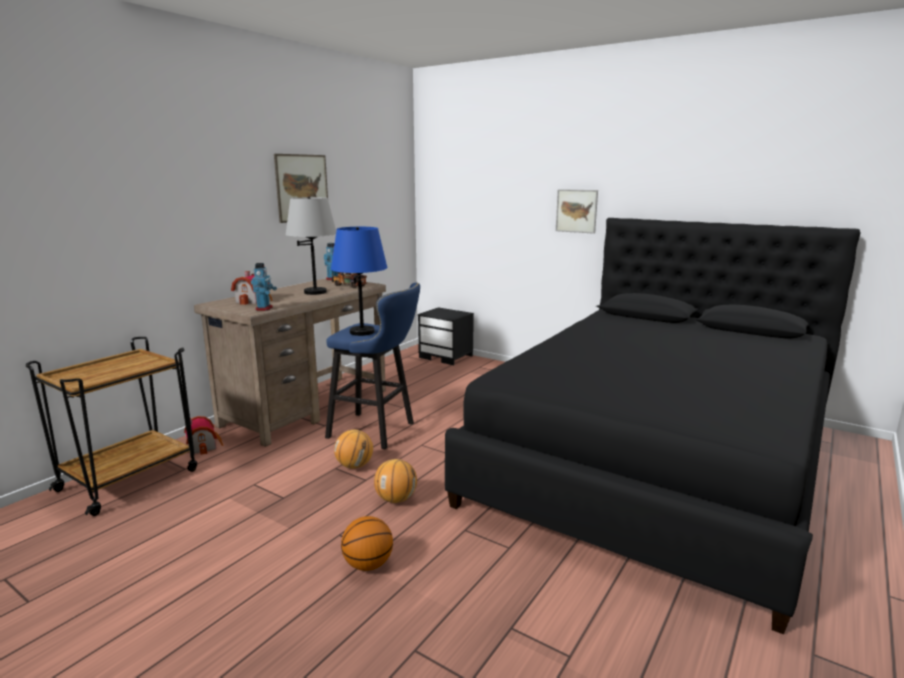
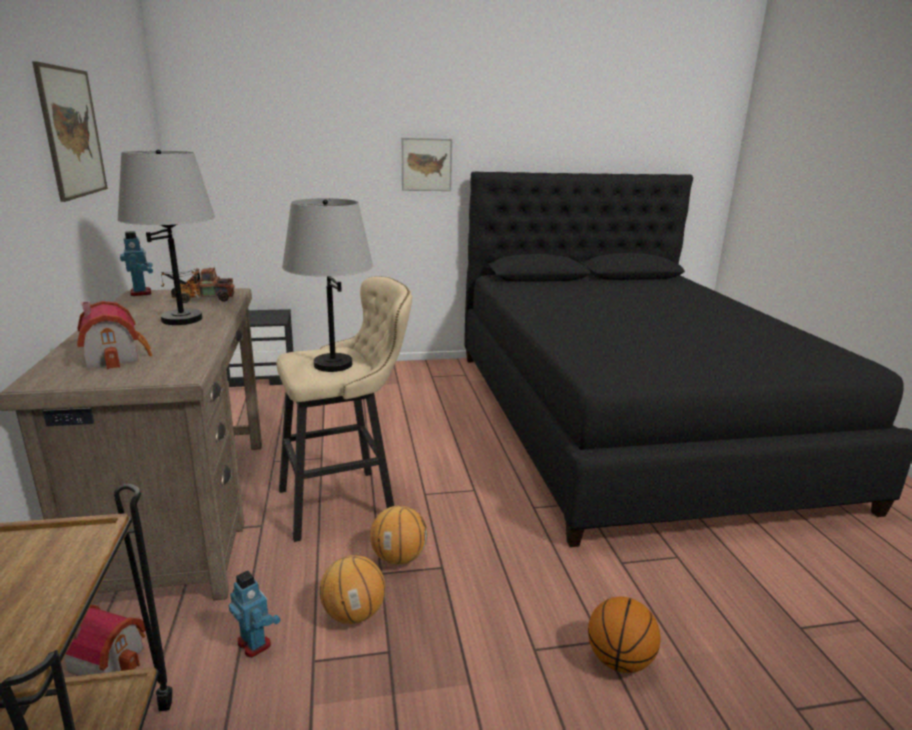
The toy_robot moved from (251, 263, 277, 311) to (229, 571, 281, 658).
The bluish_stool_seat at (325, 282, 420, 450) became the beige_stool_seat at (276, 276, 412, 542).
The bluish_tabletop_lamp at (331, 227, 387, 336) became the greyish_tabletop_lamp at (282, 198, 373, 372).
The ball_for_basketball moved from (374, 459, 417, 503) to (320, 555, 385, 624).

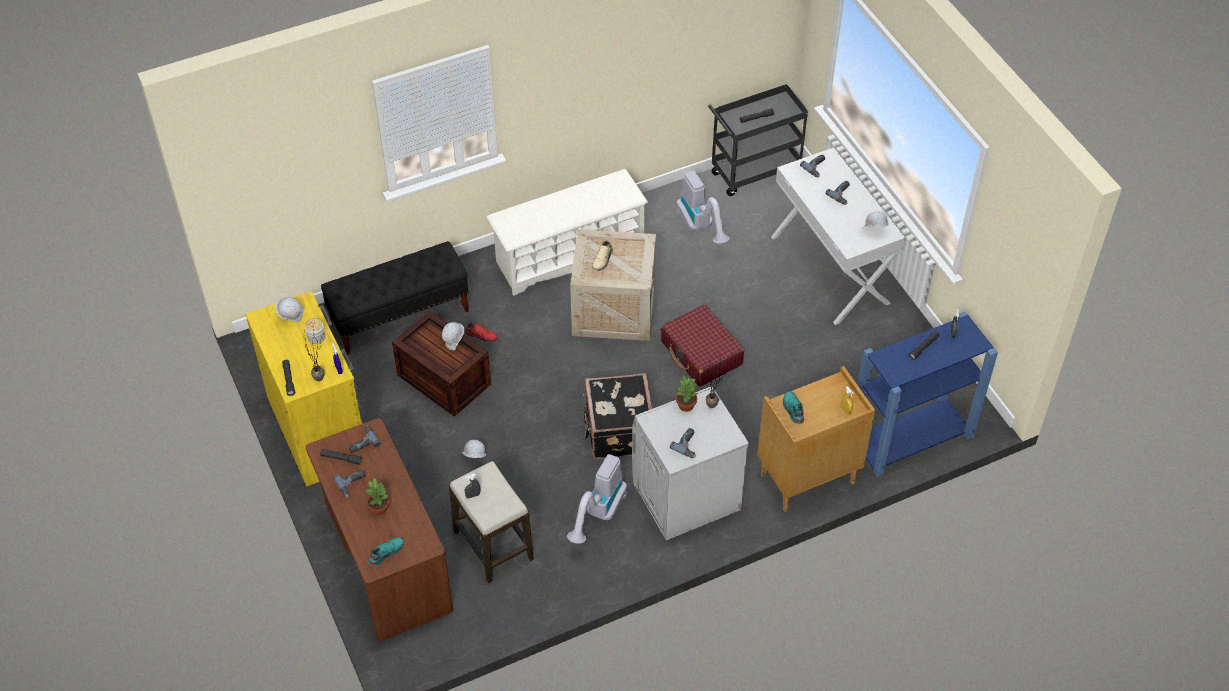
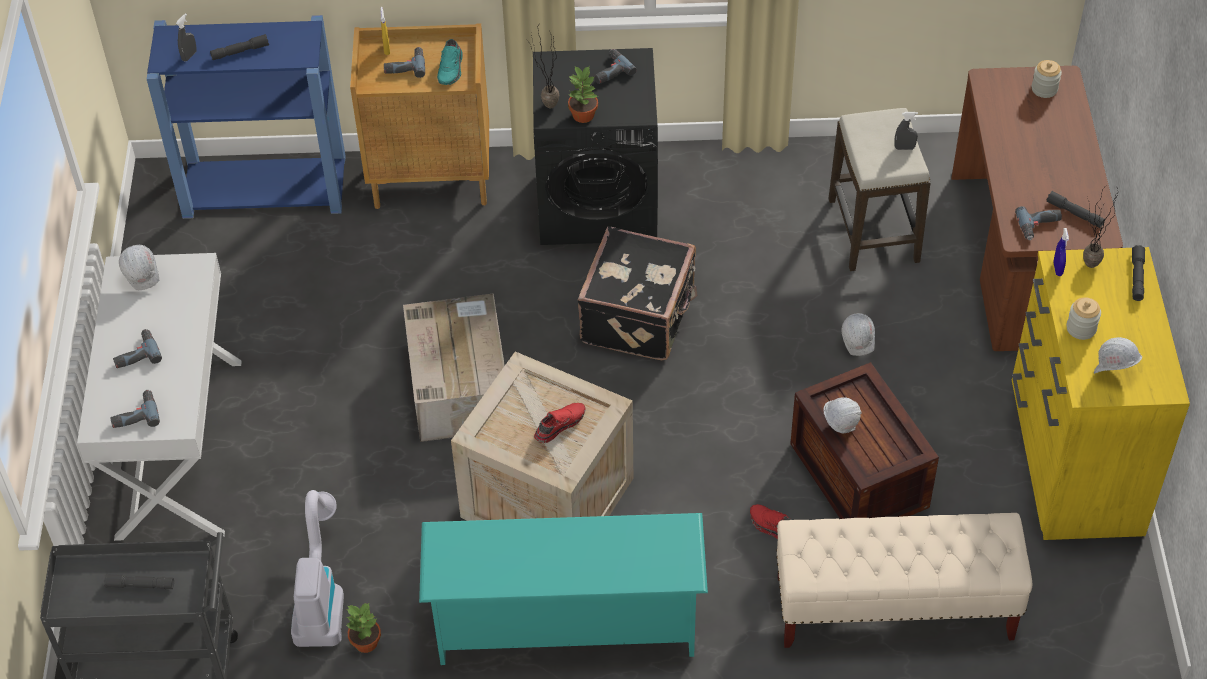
The potted_plant moved from (366, 477, 389, 515) to (346, 602, 381, 653).
The drill moved from (334, 470, 366, 498) to (384, 47, 425, 78).
The reddish_suitcase at (661, 305, 744, 387) was replaced by the cardboard_box at (403, 293, 505, 442).
The whitish_shoe_shelf at (487, 169, 648, 296) became the turquoise_shoe_shelf at (419, 513, 708, 665).
The whitish_laundry_machine at (632, 386, 749, 540) became the black_laundry_machine at (533, 48, 658, 245).
The beige_shoe at (592, 241, 613, 271) became the reddish_shoe at (534, 403, 585, 443).
The black_long_seat at (321, 241, 469, 355) became the beige_long_seat at (776, 513, 1032, 648).
The turquoise_shoe at (368, 537, 404, 566) was replaced by the preserve_jar at (1032, 60, 1062, 98).
The hoover at (567, 454, 627, 544) disappeared.

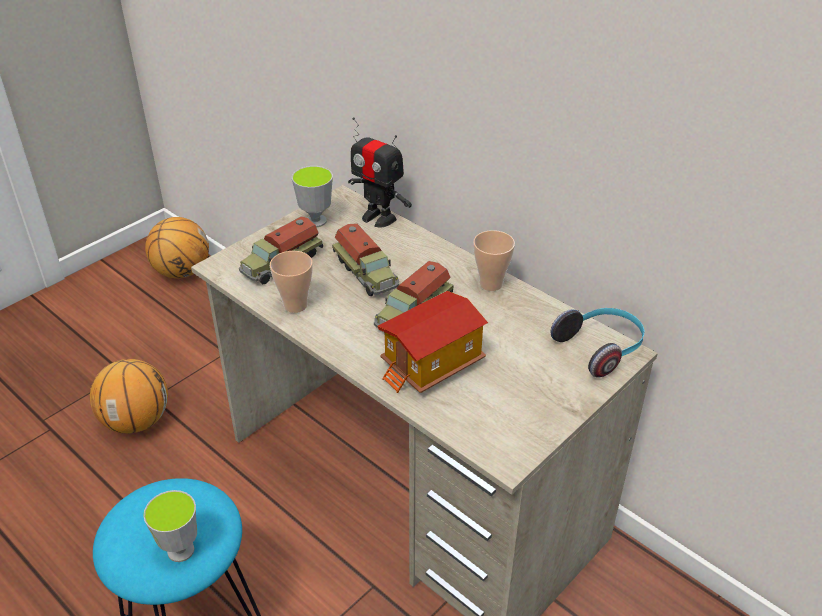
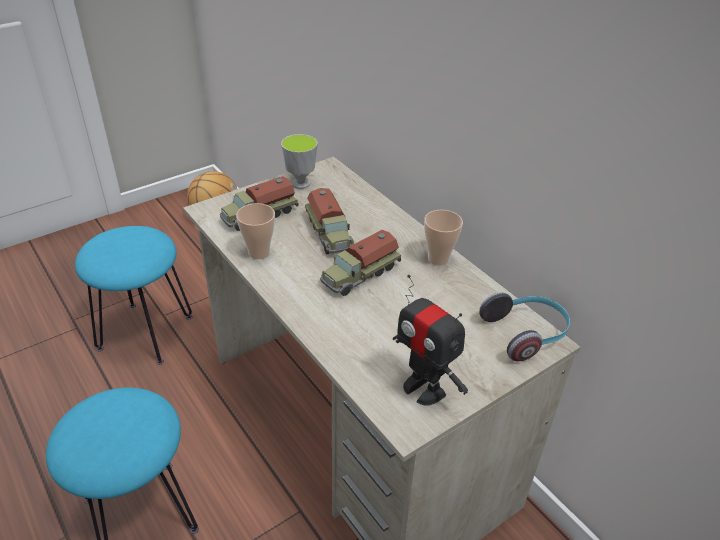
The ball_for_basketball at (90, 359, 168, 434) was replaced by the turquoise_stool_seat at (75, 226, 193, 365).
The toy_robot moved from (348, 117, 412, 228) to (393, 275, 468, 406).
The small_cup at (143, 490, 197, 562) disappeared.
The toy_house at (377, 291, 488, 393) disappeared.

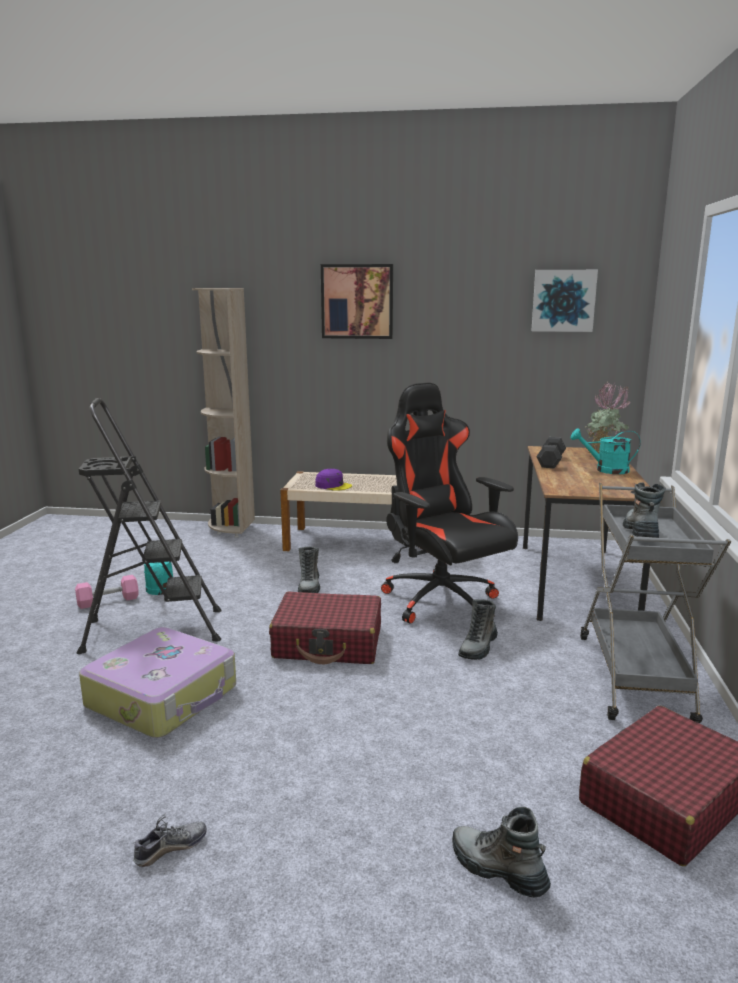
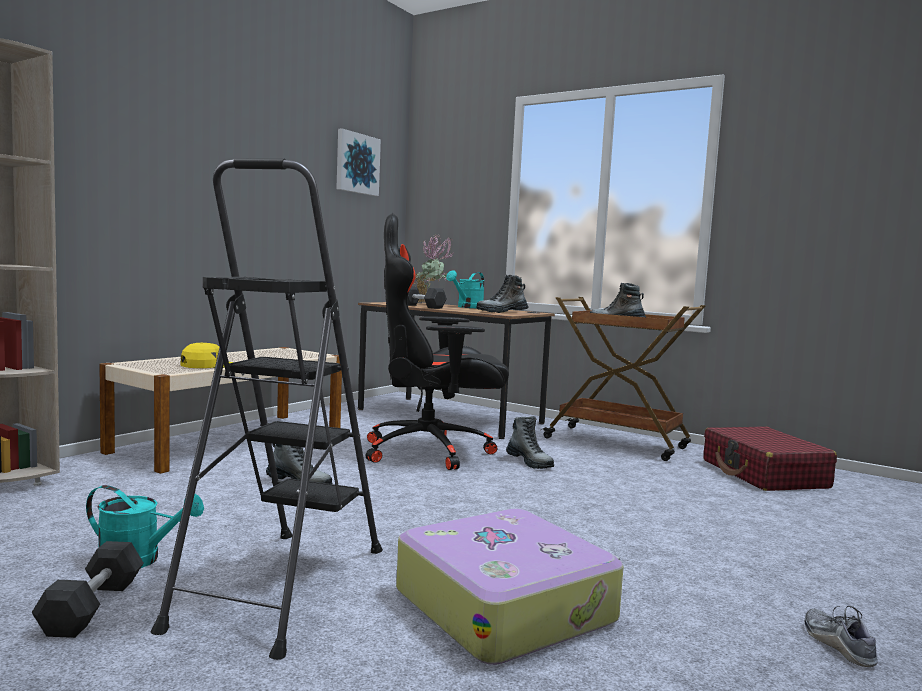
The pink_free_weight at (75, 575, 138, 609) became the greyish_free_weight at (31, 541, 143, 638).
The purplish_peaked_cap at (315, 469, 352, 491) became the yellow_peaked_cap at (181, 342, 234, 368).
The high-top_boot moved from (452, 807, 551, 898) to (476, 275, 529, 313).
The greyish_wheeled_cart at (580, 483, 732, 723) became the brown_wheeled_cart at (541, 297, 706, 461).
The reddish_suitcase at (269, 591, 381, 664) disappeared.
The picture at (321, 264, 393, 339) disappeared.

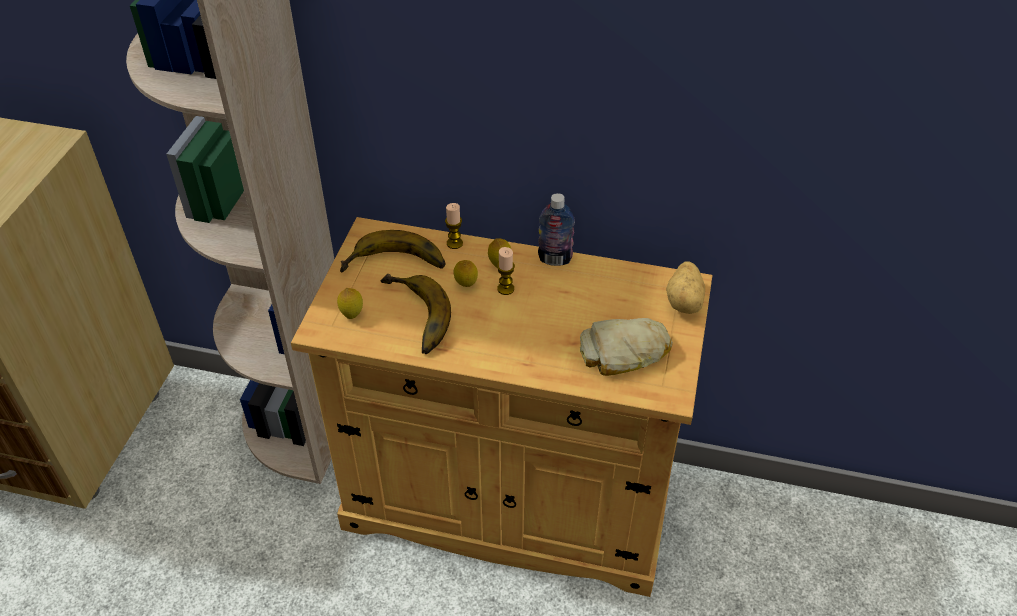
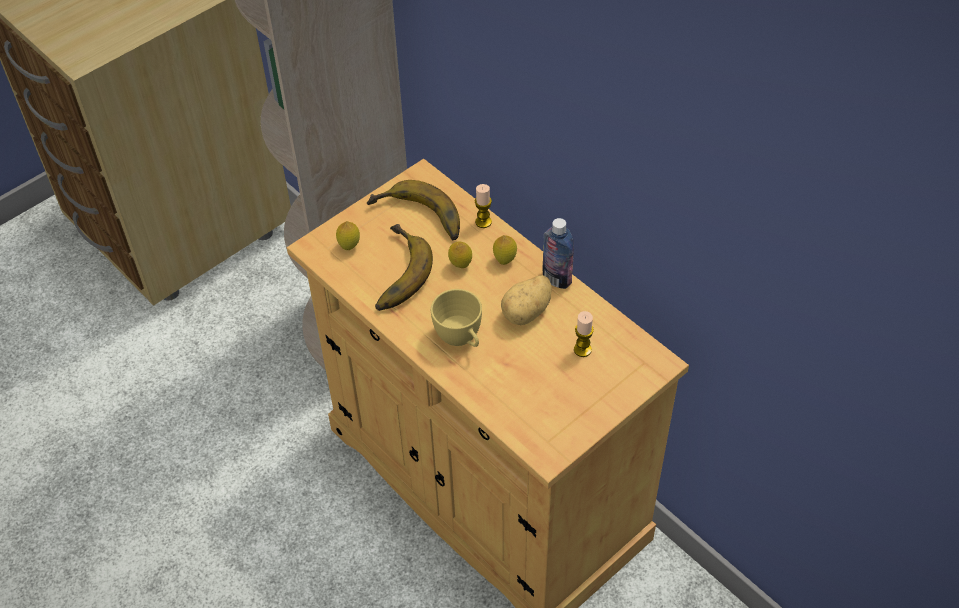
The yellow_small_cup at (431, 289, 482, 347) appeared.
The whole_potato moved from (666, 261, 705, 314) to (501, 275, 552, 325).
The wax_candle moved from (497, 247, 515, 295) to (574, 311, 594, 357).
The bread at (580, 318, 673, 376) disappeared.

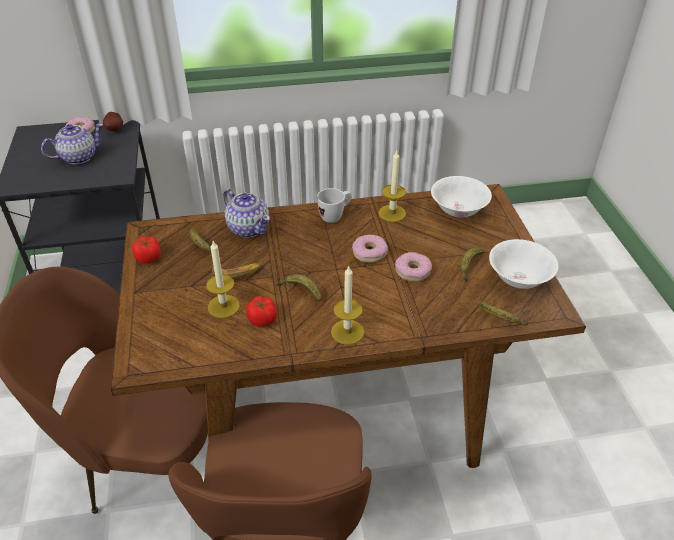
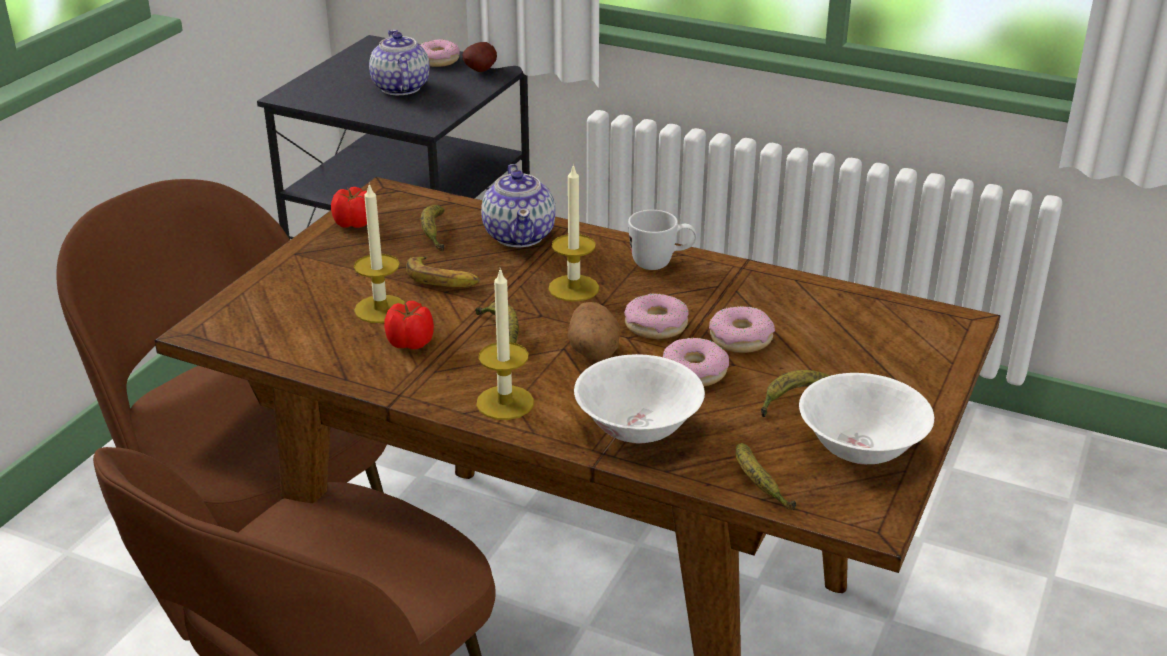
The pot_for_tea at (41, 123, 103, 164) turned 105 degrees counterclockwise.
The wax_candle moved from (379, 151, 406, 222) to (548, 164, 599, 302).
The whole_potato at (568, 302, 620, 361) appeared.
The whitish_deep_dish moved from (431, 176, 492, 217) to (574, 354, 705, 444).
The ring_doughnut at (709, 306, 775, 353) appeared.

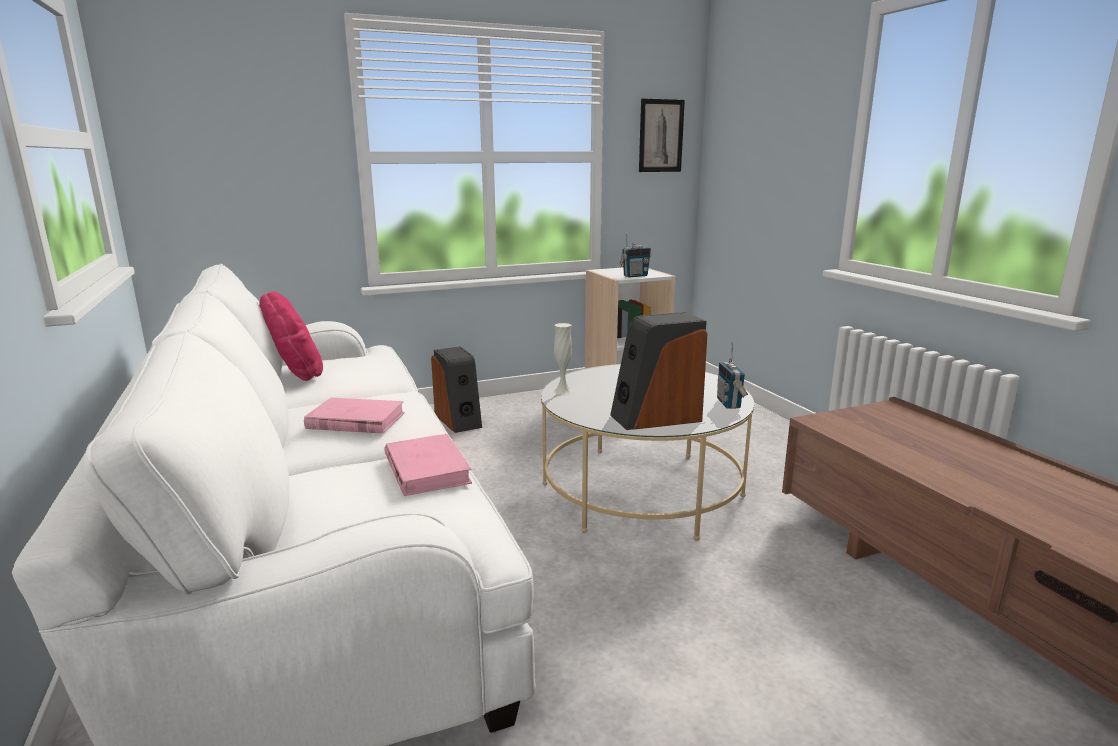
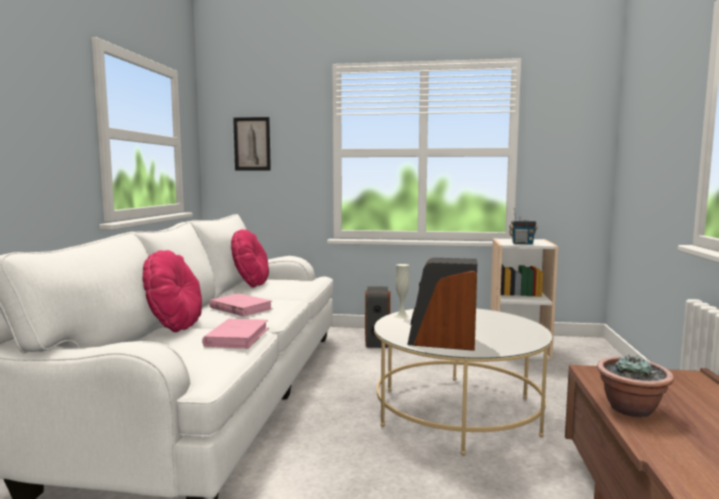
The pink_throw_pillow at (143, 250, 202, 332) appeared.
The picture moved from (639, 98, 685, 172) to (233, 117, 271, 171).
The potted_plant at (597, 354, 674, 417) appeared.
The radio at (717, 342, 748, 409) disappeared.

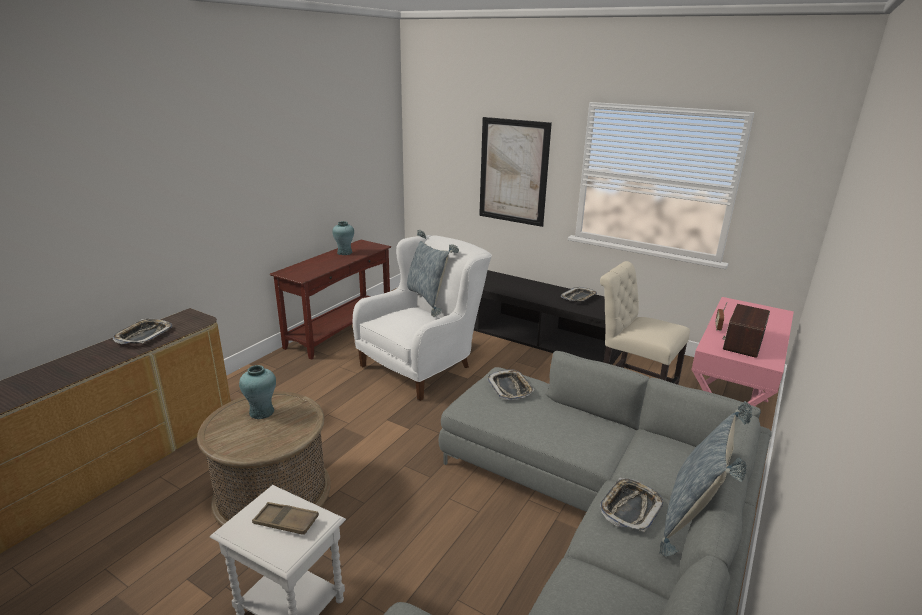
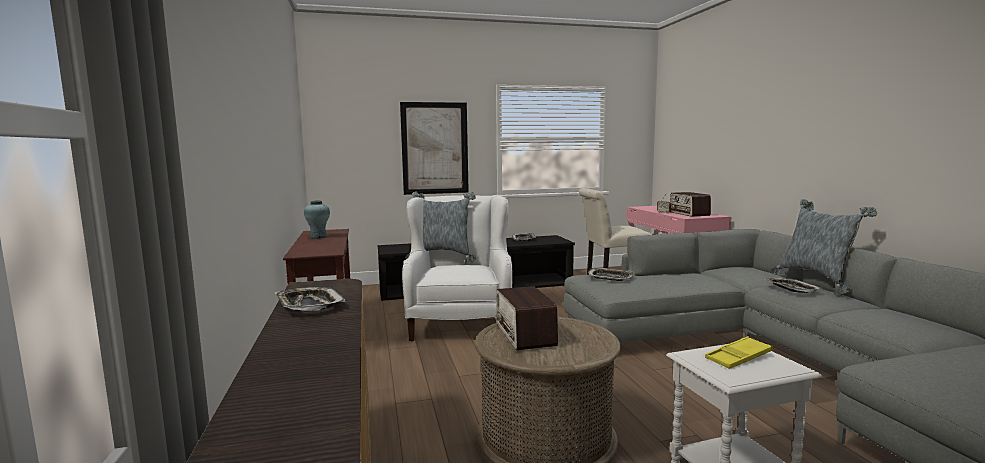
The turquoise_vase at (239, 365, 276, 419) was replaced by the radio at (495, 286, 558, 350).
The brown_serving_tray at (252, 502, 319, 535) became the yellow_serving_tray at (705, 336, 773, 369).

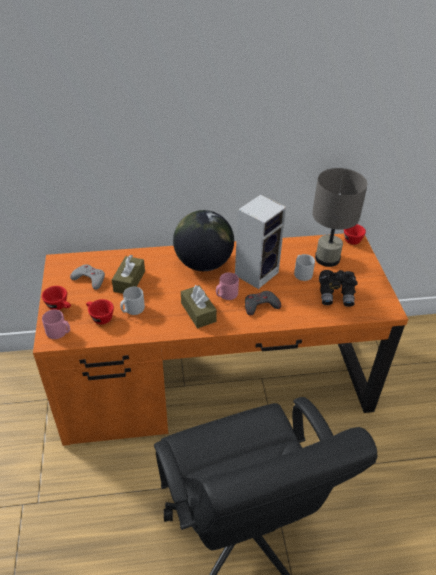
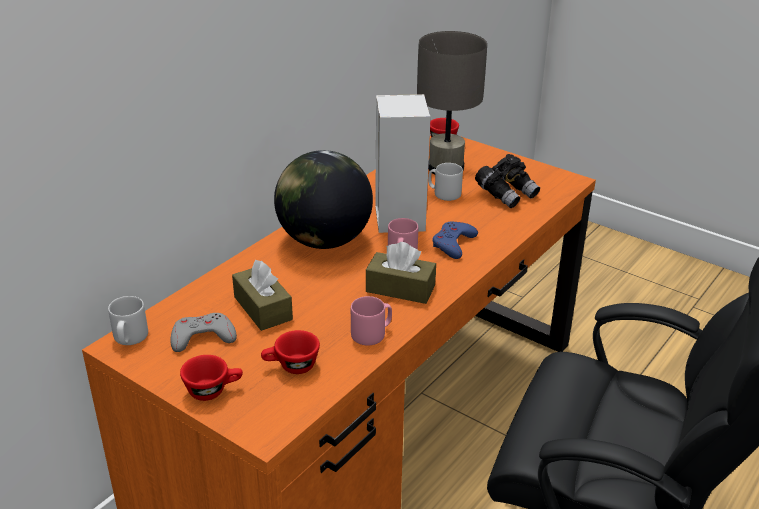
The greyish_mug moved from (120, 287, 145, 315) to (108, 296, 148, 345).
The pink_mug moved from (42, 310, 70, 339) to (351, 296, 392, 346).
The greyish_gamepad at (245, 291, 281, 316) became the bluish_gamepad at (432, 222, 478, 259).

